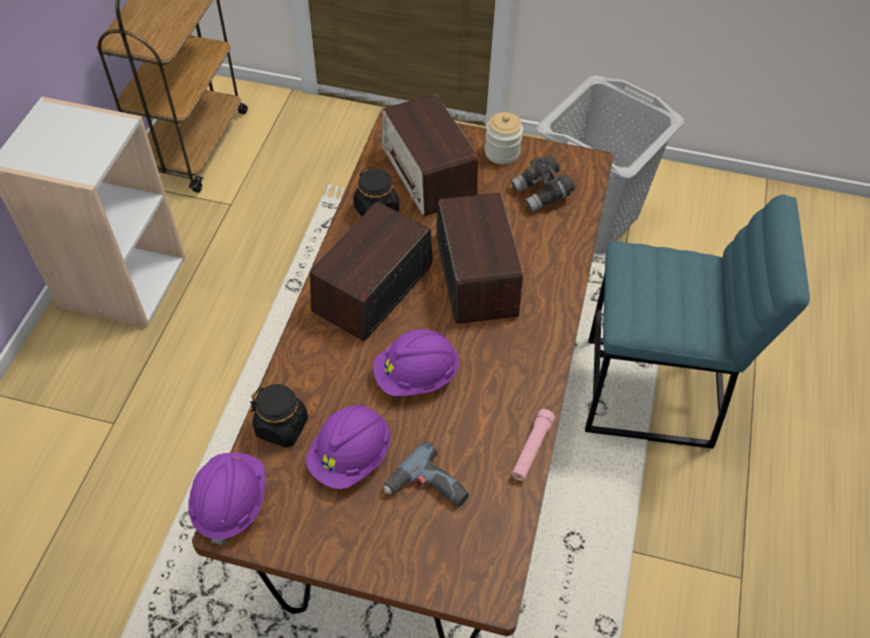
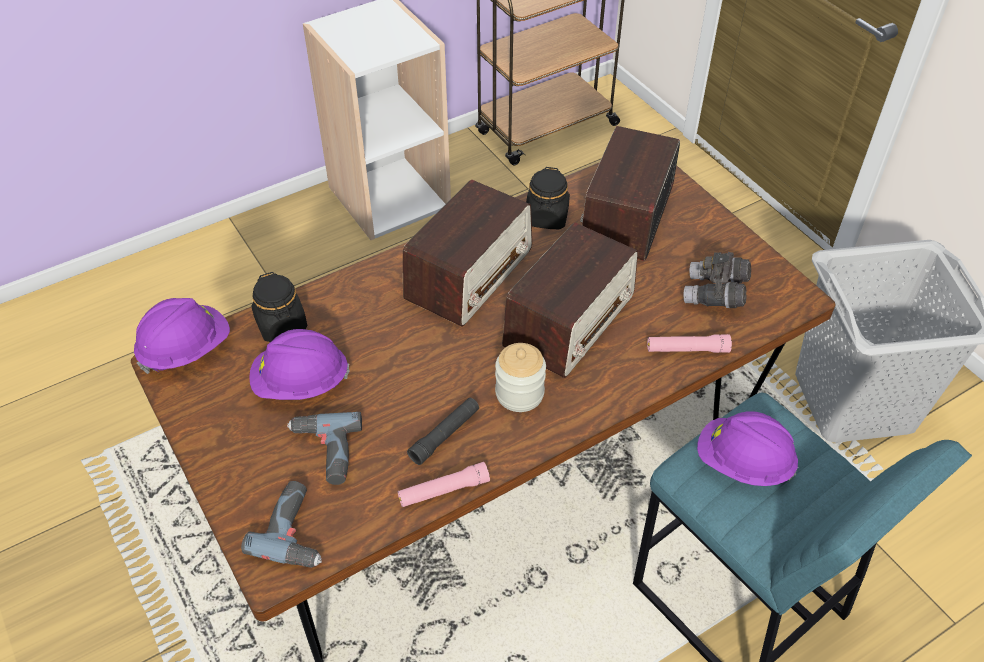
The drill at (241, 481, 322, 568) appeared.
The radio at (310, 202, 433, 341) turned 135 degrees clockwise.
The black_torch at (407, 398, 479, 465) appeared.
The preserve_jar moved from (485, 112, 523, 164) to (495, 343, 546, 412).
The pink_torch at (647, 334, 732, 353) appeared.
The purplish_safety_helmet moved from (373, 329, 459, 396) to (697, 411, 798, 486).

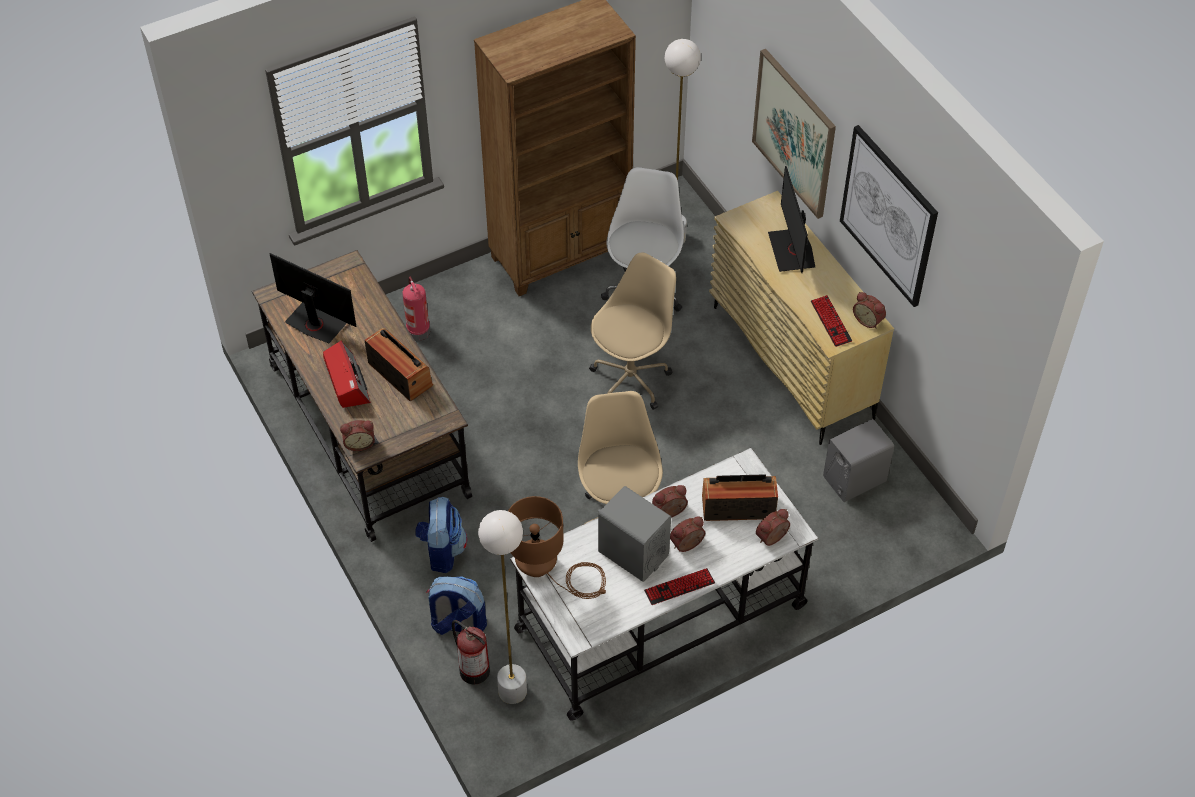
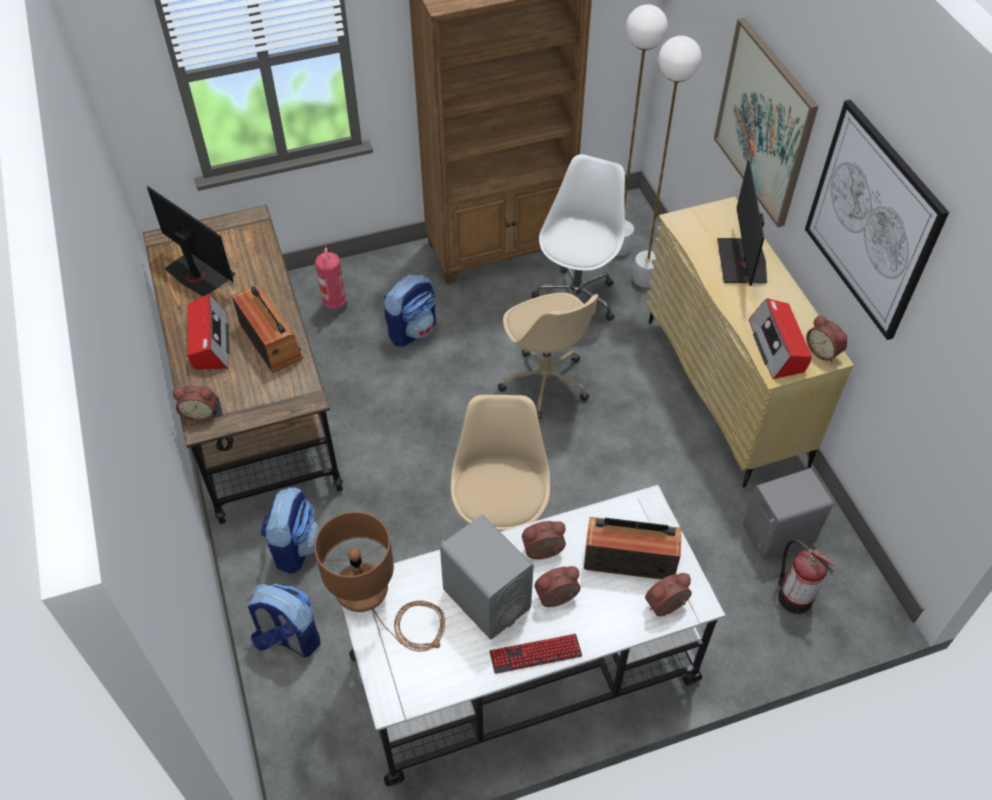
The rucksack at (384, 274, 436, 347) appeared.
The beige_computer_chair at (589, 253, 676, 410) turned 105 degrees clockwise.
The whitish_floor_lamp moved from (478, 510, 527, 704) to (633, 36, 702, 287).
The computer_keyboard at (811, 295, 852, 347) was replaced by the radio at (749, 298, 812, 379).
The fire_extinguisher moved from (452, 620, 490, 684) to (778, 539, 836, 614).

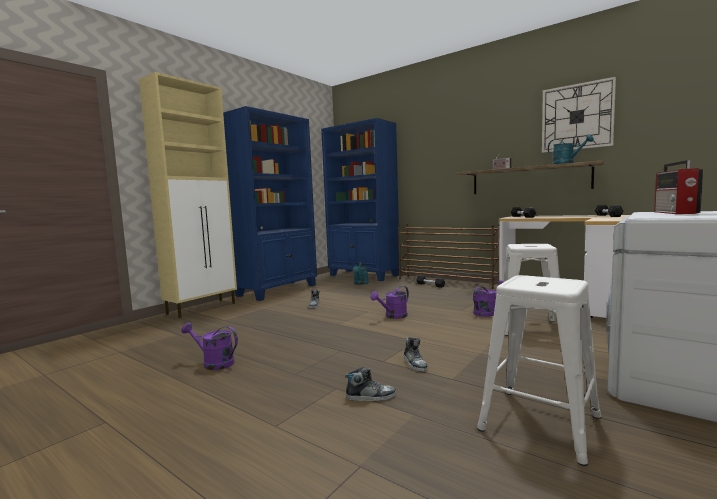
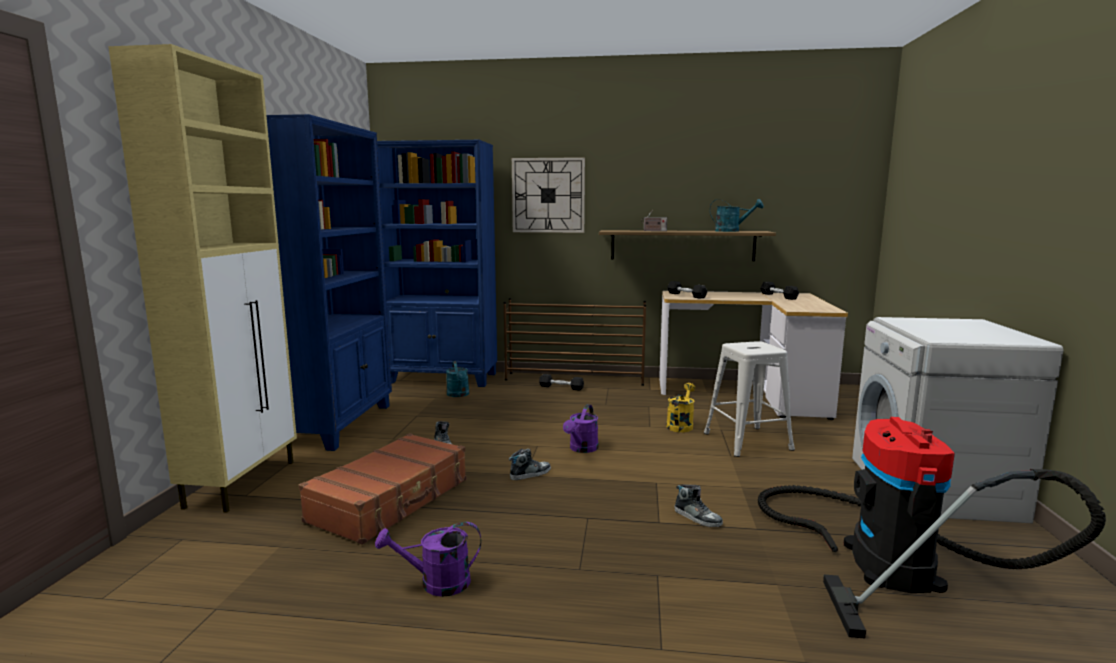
The brown_suitcase at (299, 433, 466, 544) appeared.
The shoe moved from (345, 367, 396, 401) to (509, 449, 551, 480).
The clock_on_the_wall moved from (542, 77, 616, 153) to (512, 157, 585, 233).
The purplish_sprinkling_can at (473, 281, 503, 317) became the yellow_sprinkling_can at (666, 383, 695, 432).
The whitish_stool_seat at (477, 275, 601, 466) was replaced by the hoover at (758, 417, 1106, 638).
The radio at (654, 160, 703, 214) disappeared.

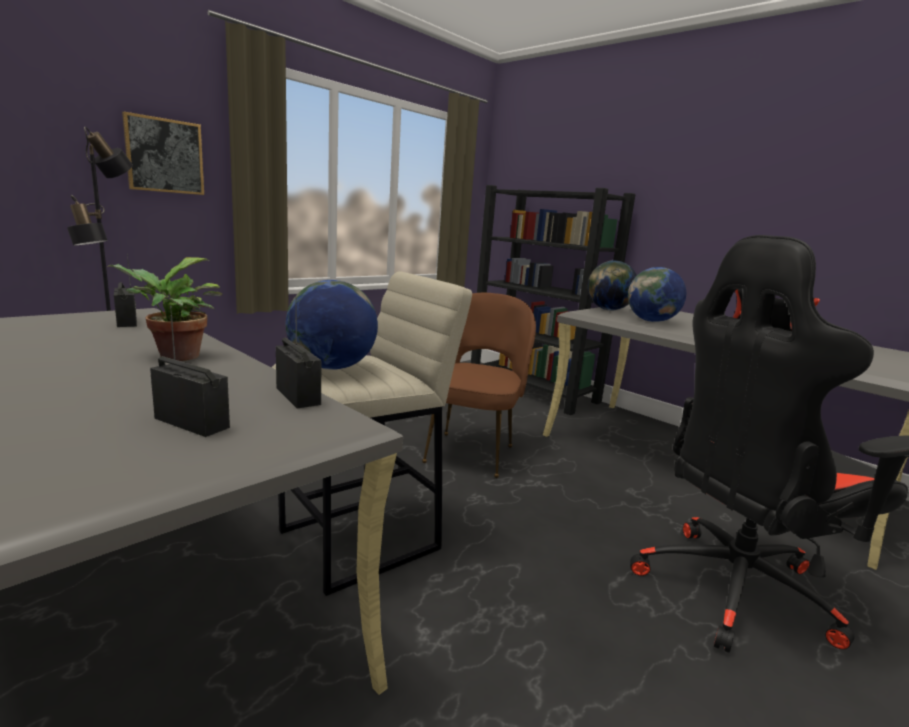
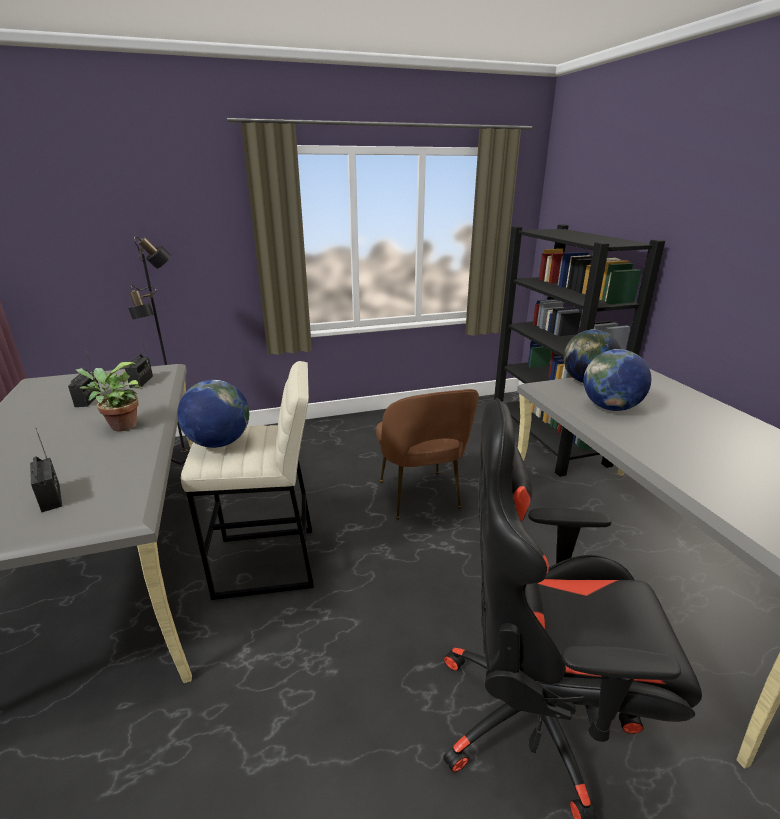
The radio moved from (276, 296, 321, 409) to (68, 351, 100, 407).
The brown_plain_chair at (422, 293, 536, 478) turned 120 degrees clockwise.
The picture at (122, 112, 204, 195) disappeared.

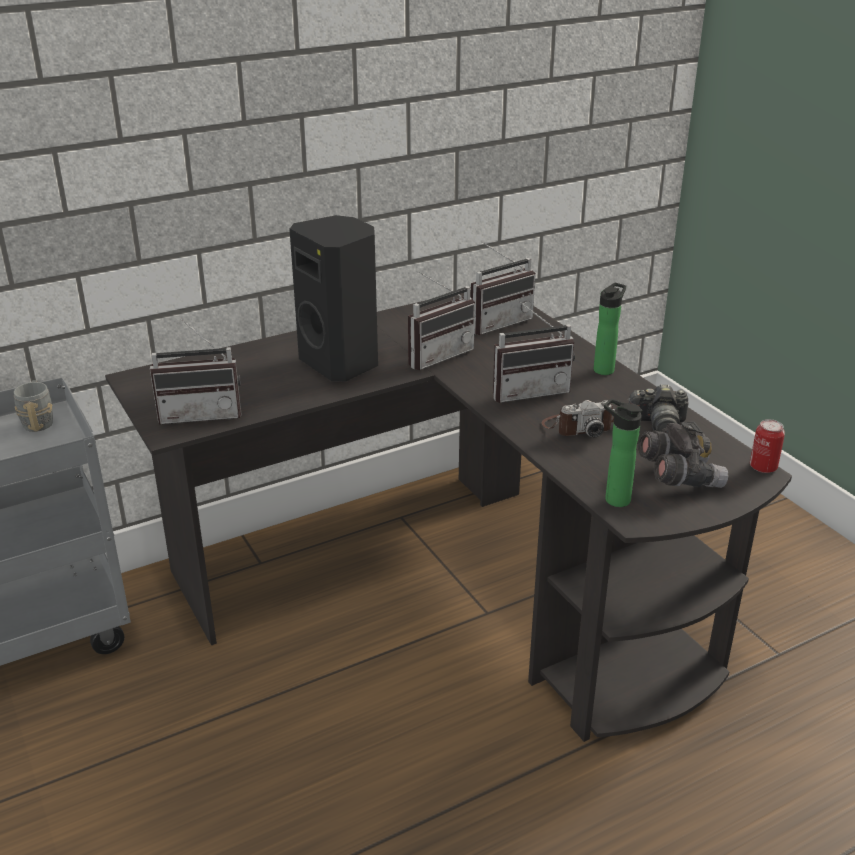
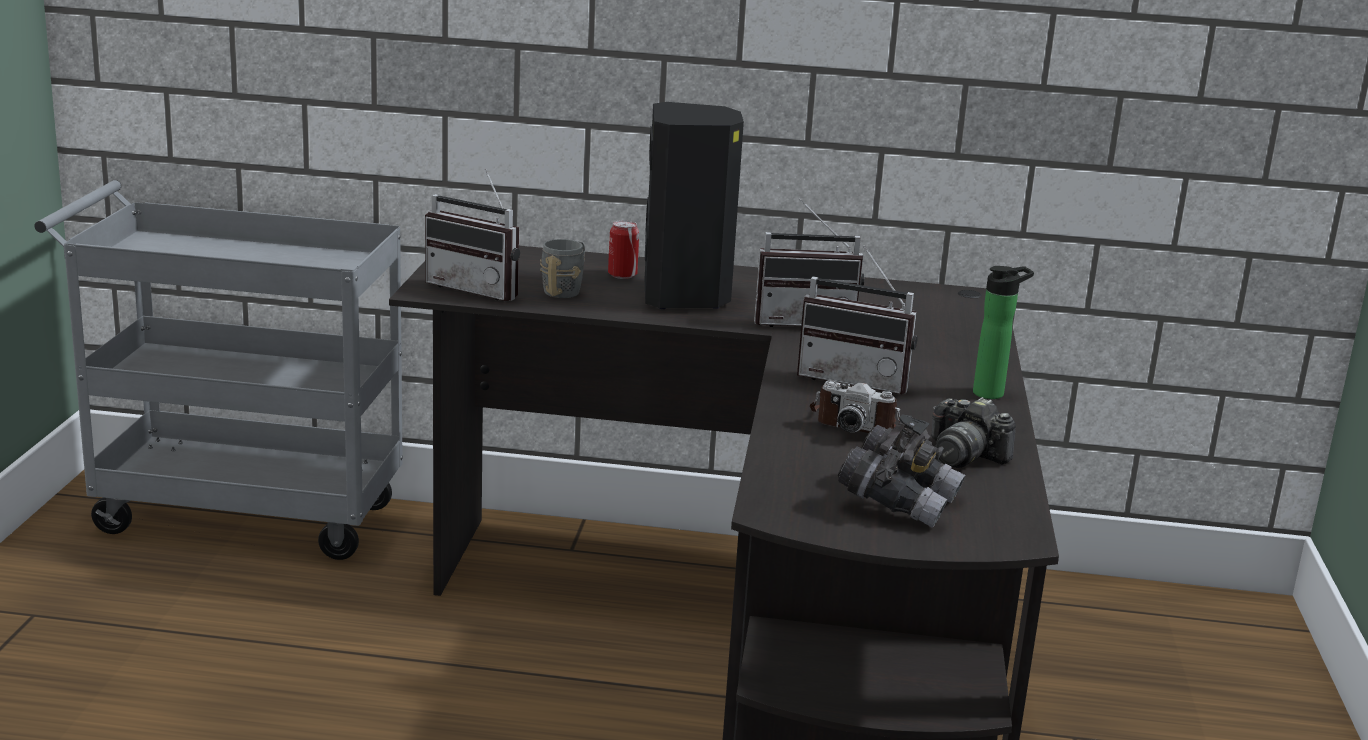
The greyish_mug moved from (14, 380, 53, 432) to (540, 239, 585, 298).
The can moved from (750, 419, 785, 473) to (608, 220, 639, 279).
The radio at (471, 242, 535, 335) disappeared.
The beverage_bottle at (604, 398, 642, 507) disappeared.

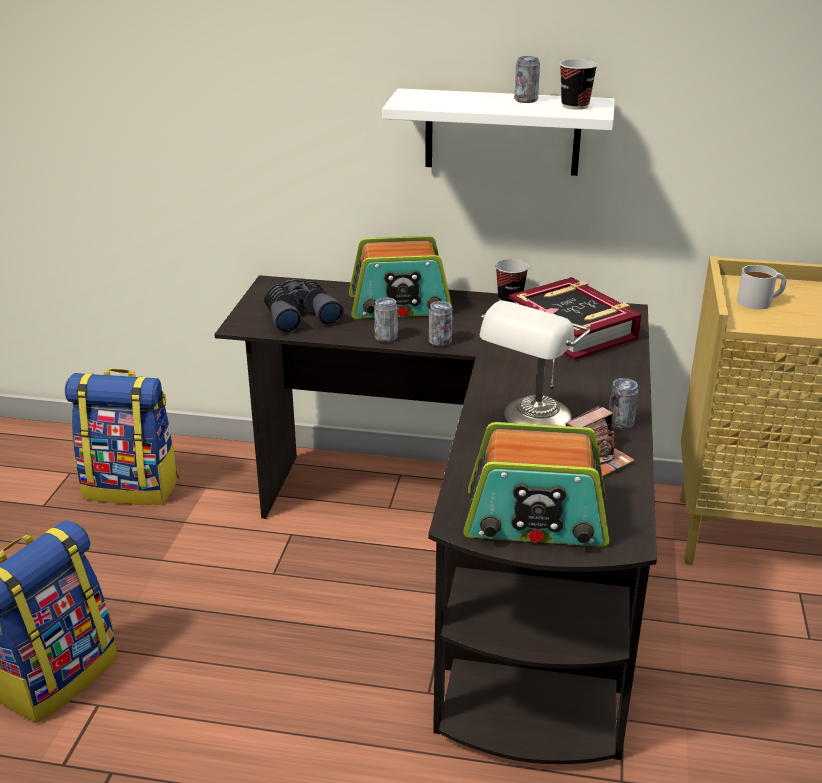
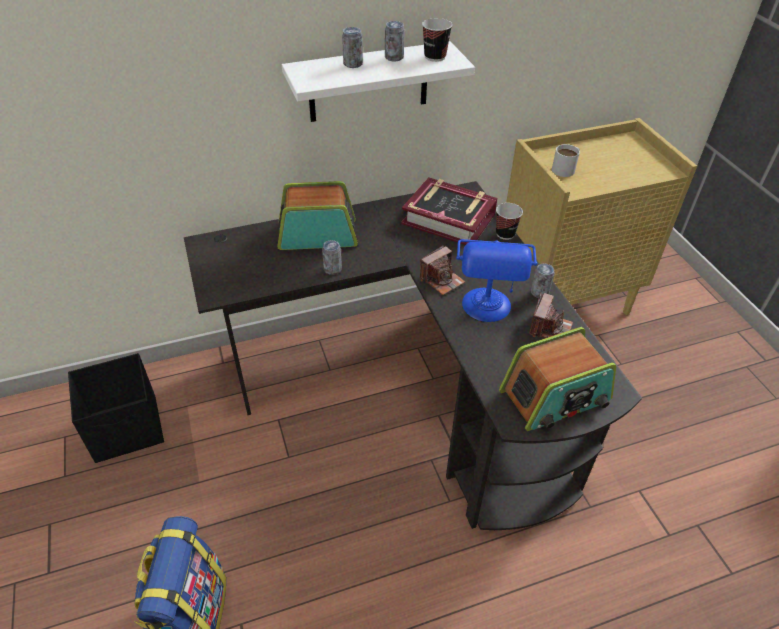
The rucksack at (65, 369, 179, 505) was replaced by the black_storage_container at (68, 353, 164, 463).
The radio at (349, 236, 453, 319) turned 150 degrees counterclockwise.
The can moved from (429, 301, 453, 347) to (342, 27, 363, 68).
The still_camera at (420, 245, 465, 295) appeared.
The whitish_tabletop_lamp at (480, 301, 590, 426) became the bluish_tabletop_lamp at (456, 239, 537, 322).
The small_cup moved from (495, 259, 529, 303) to (496, 203, 523, 240).
The greyish_field_glasses at (264, 279, 344, 334) disappeared.

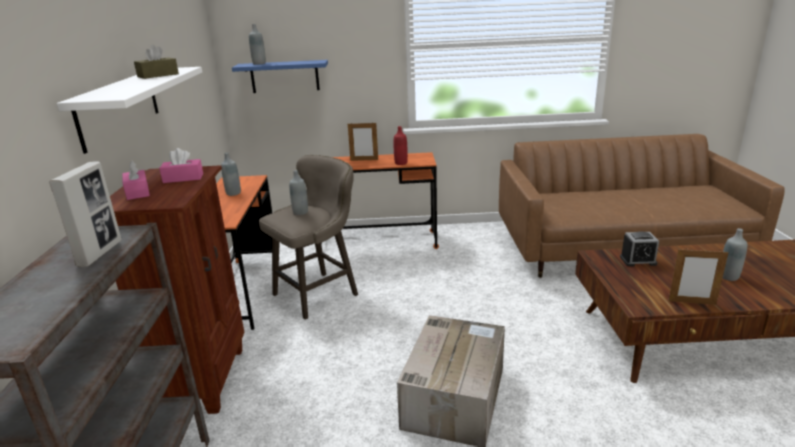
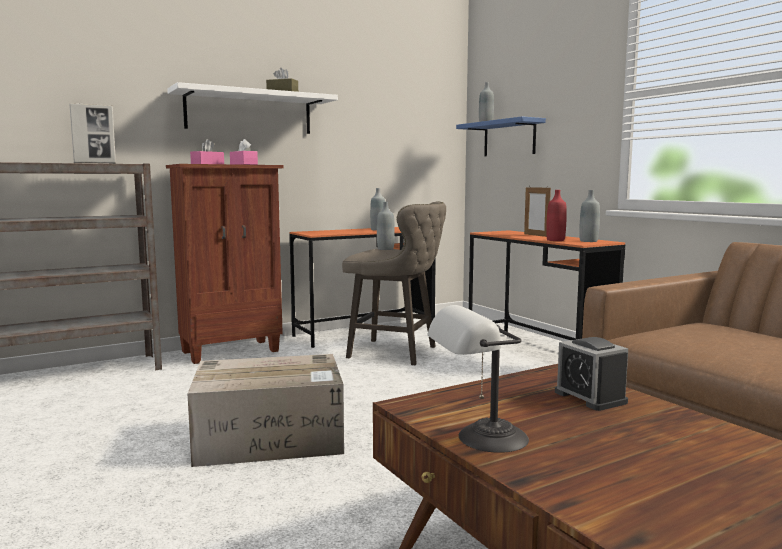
The picture_frame at (668, 248, 729, 305) was replaced by the tabletop_lamp at (427, 305, 529, 453).
The greyish_beverage_bottle moved from (723, 228, 747, 281) to (579, 190, 600, 242).

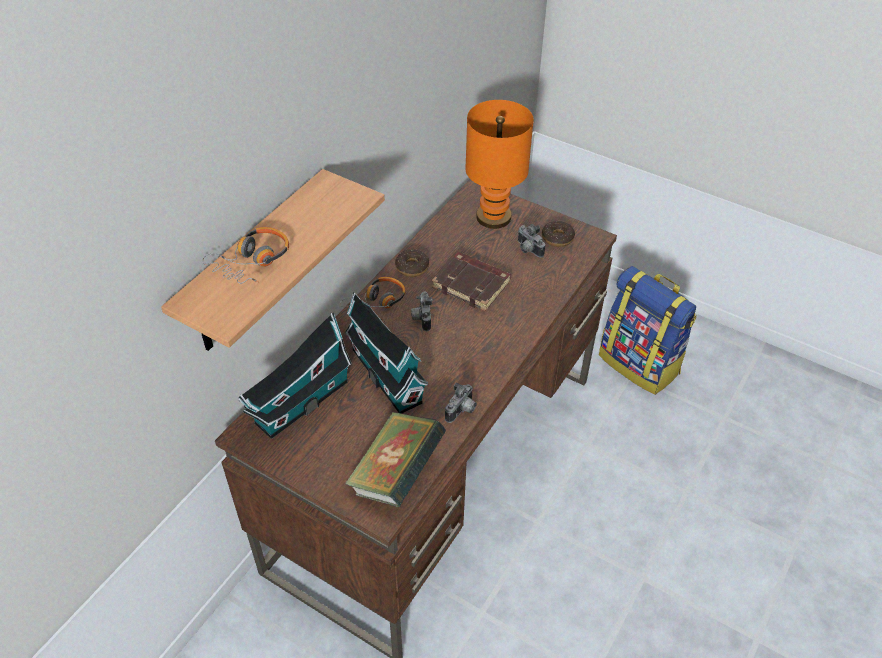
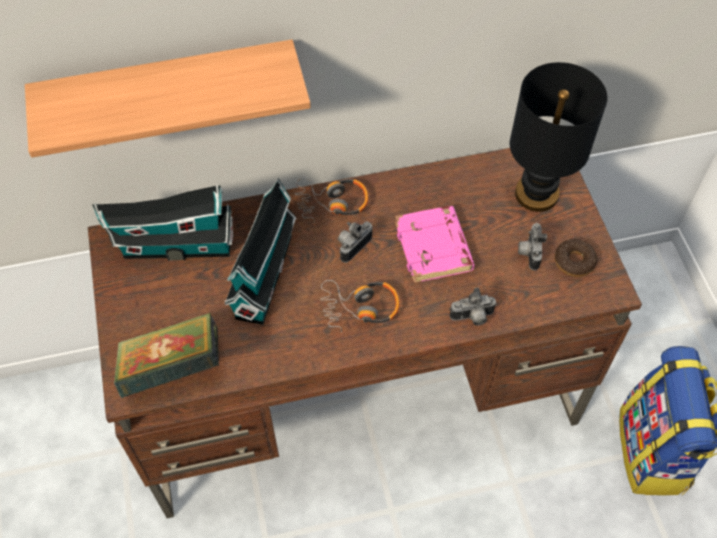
The headset moved from (202, 227, 289, 284) to (320, 280, 399, 336).
The brown_book at (432, 252, 511, 311) became the pink_book at (395, 206, 475, 283).
The still_camera moved from (445, 383, 477, 423) to (450, 288, 497, 326).
The orange-coloured_tabletop_lamp at (465, 100, 534, 229) became the black_tabletop_lamp at (510, 62, 607, 212).
The ring_doughnut at (395, 249, 429, 277) disappeared.

